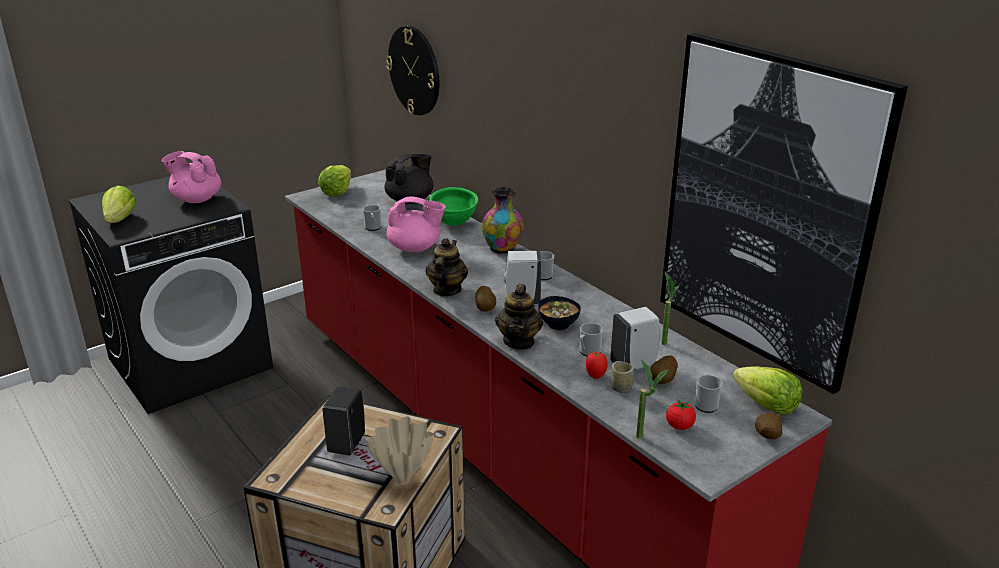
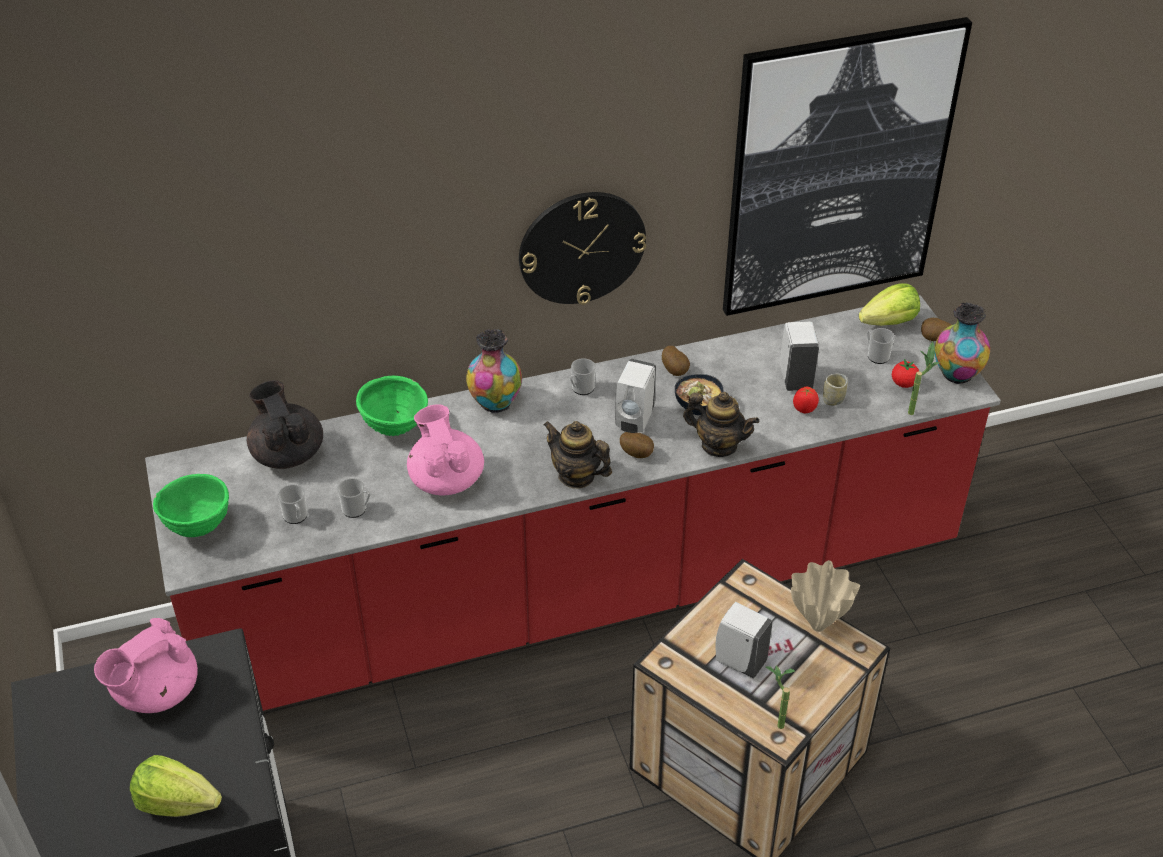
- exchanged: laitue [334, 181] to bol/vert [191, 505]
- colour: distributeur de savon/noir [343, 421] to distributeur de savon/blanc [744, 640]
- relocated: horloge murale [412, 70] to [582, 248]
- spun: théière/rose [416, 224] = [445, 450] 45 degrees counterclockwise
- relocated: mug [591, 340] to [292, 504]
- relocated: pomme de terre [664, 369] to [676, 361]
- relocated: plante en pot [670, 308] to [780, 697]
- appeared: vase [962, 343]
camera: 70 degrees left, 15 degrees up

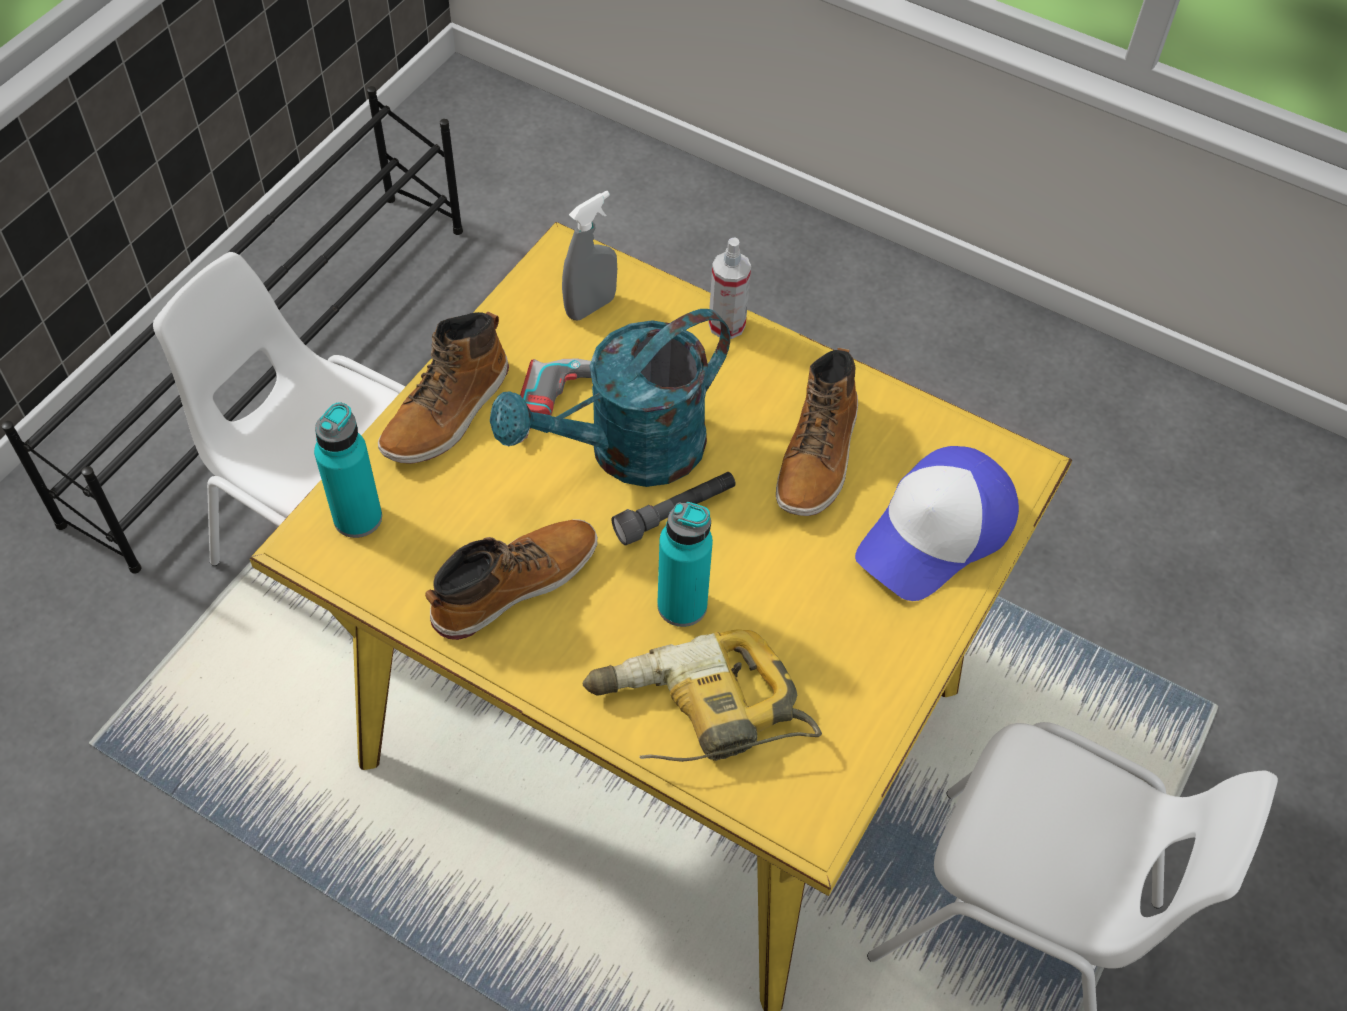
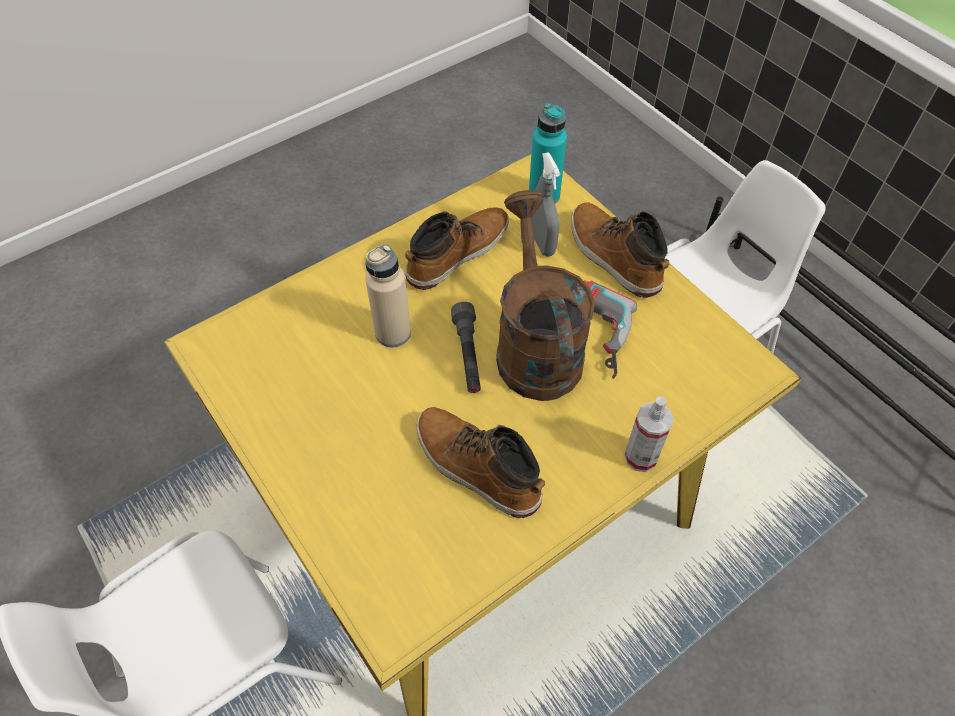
- spun: botte [511, 580] = [457, 249] 120 degrees counterclockwise
- colour: arrosoir/turquoise [610, 398] to arrosoir/marron [545, 295]
- relocated: vaporisateur/gris [589, 255] to [546, 204]
- missing: perceuse [702, 695]
- colour: bouteille/turquoise [685, 564] to bouteille/beige [388, 295]
- missing: casquette [937, 523]
camera: 115 degrees right, 0 degrees up

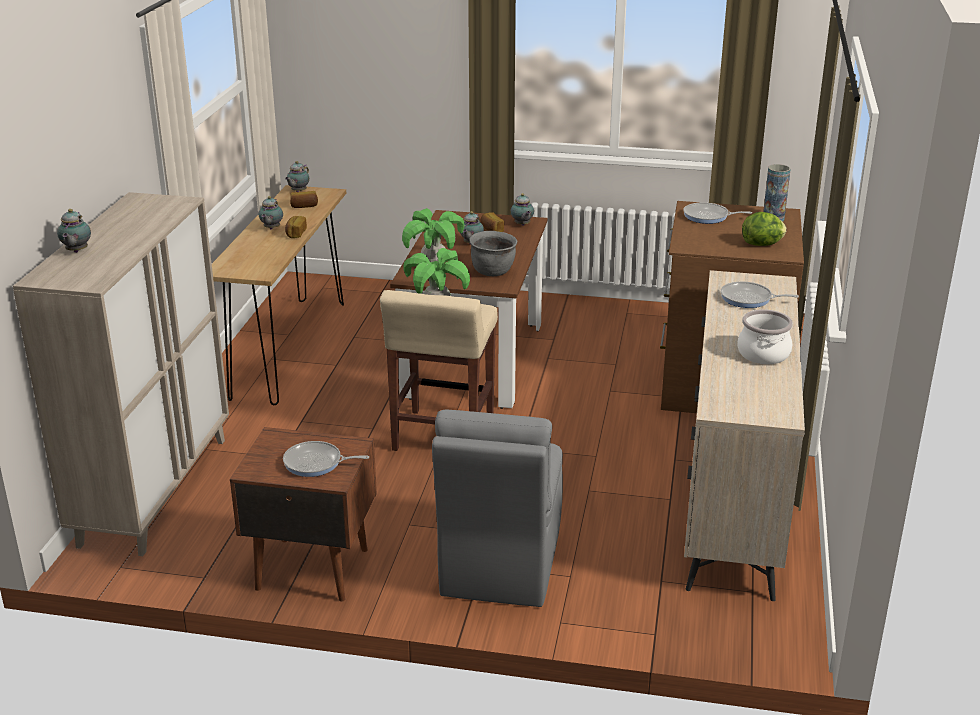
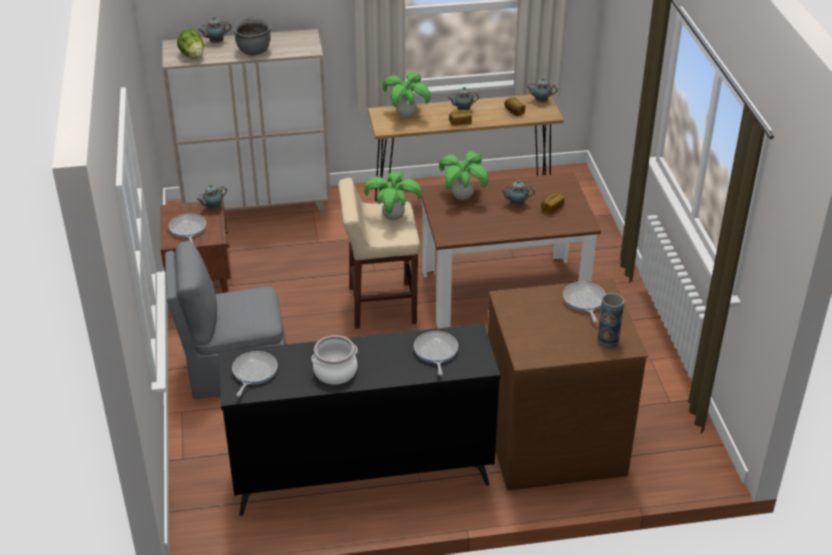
- relocated: marmite/gris [493, 253] to [252, 36]
- relocated: théière [522, 209] to [211, 197]
- colour: commode/beige [744, 435] to commode/noir [359, 420]
- relocated: laitue [764, 229] to [190, 44]
- appeared: poêle [255, 374]
- appeared: plante en pot [406, 95]
camera: 70 degrees right, 10 degrees up

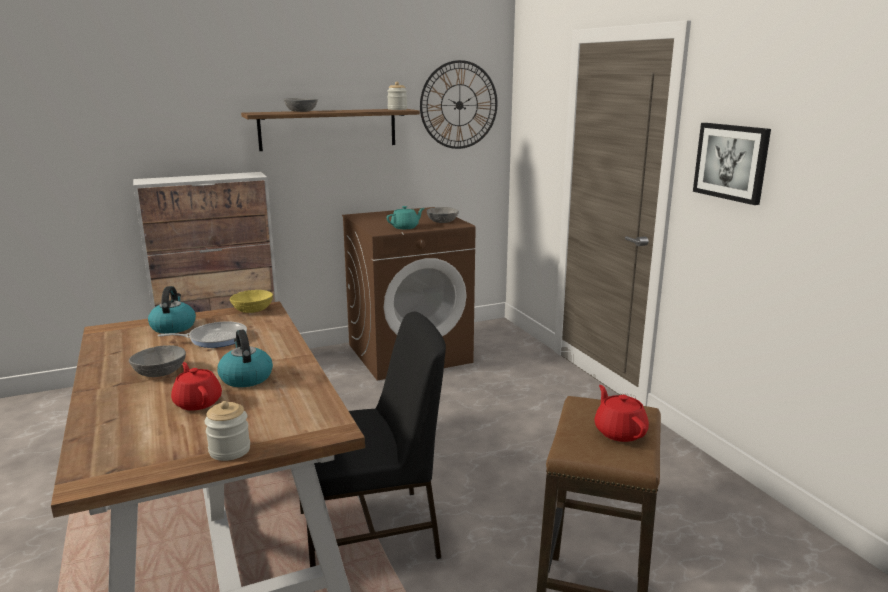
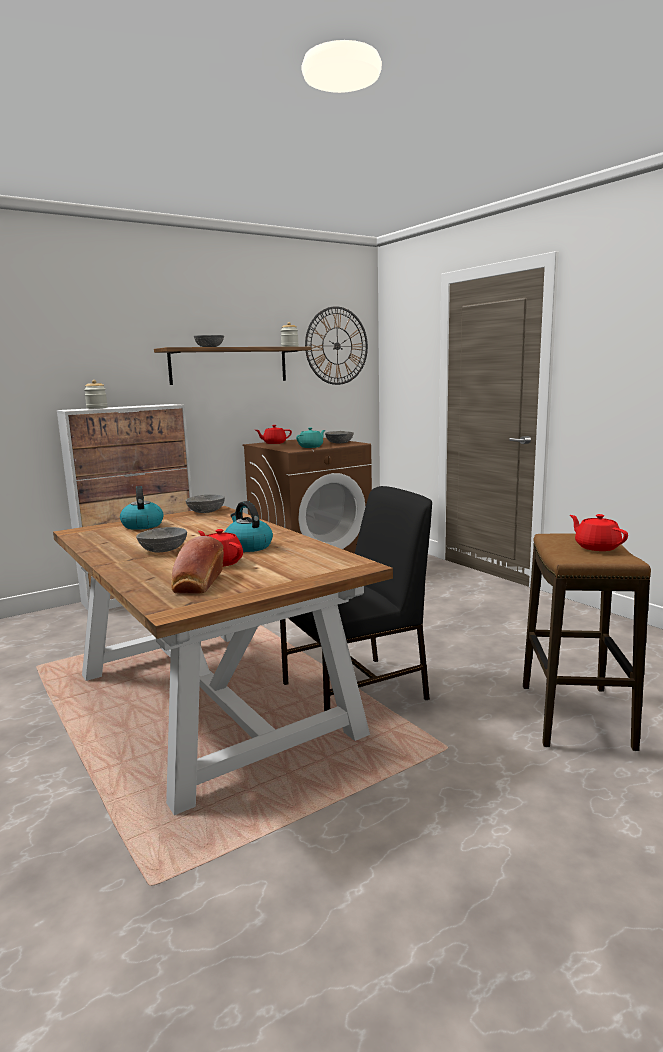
- missing: poêle [202, 334]
- relocated: bocal [227, 431] to [96, 394]
- colour: bol/jaune [251, 301] to bol/gris [205, 503]
- missing: tableau [732, 164]
- appeared: pain [197, 565]
- appeared: théière/rouge [274, 434]
camera: 10 degrees left, 5 degrees down

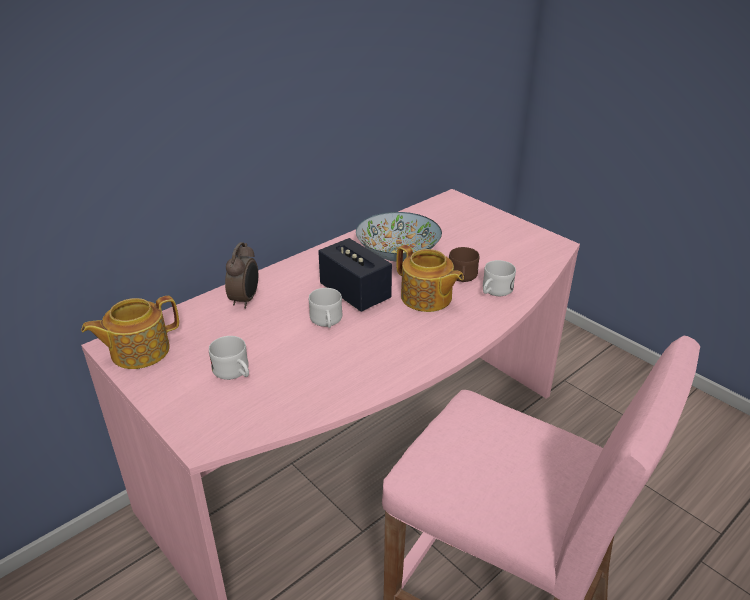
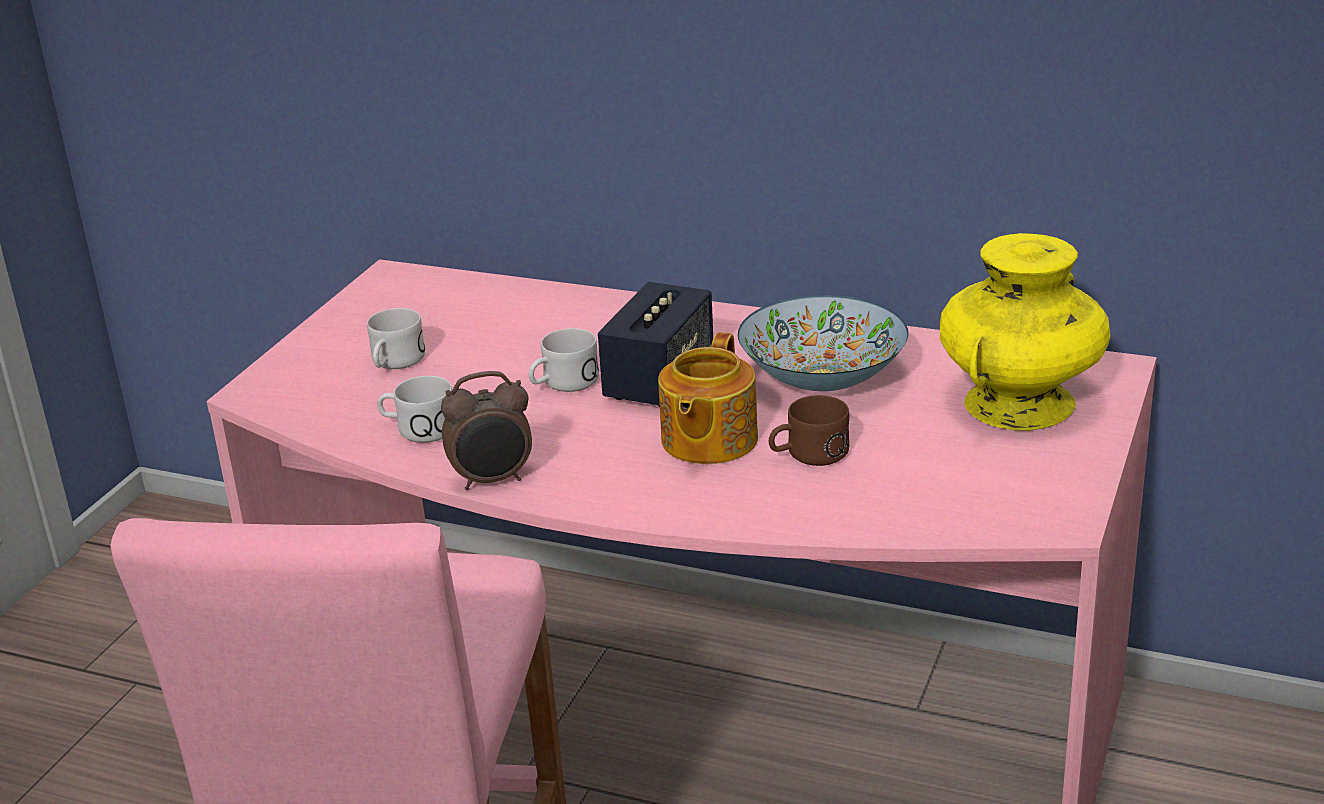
- missing: théière [130, 332]
- relocated: réveil [241, 275] to [486, 430]
- relocated: mug/blanc [499, 278] to [414, 409]
- appeared: vase/jaune [1025, 332]
camera: 65 degrees right, 5 degrees down

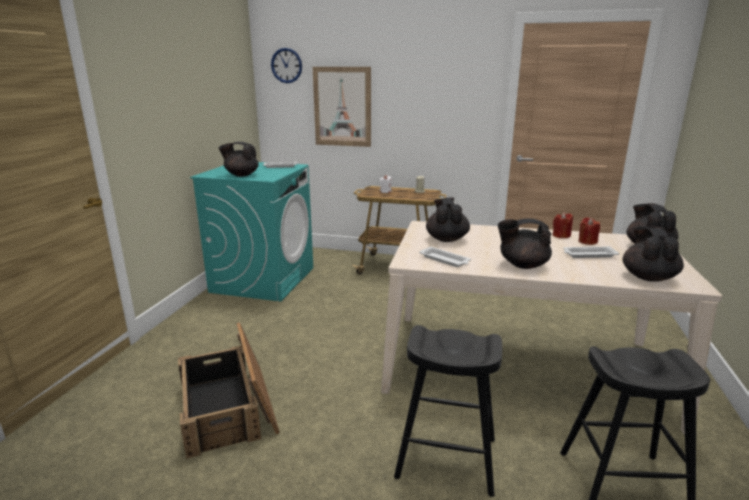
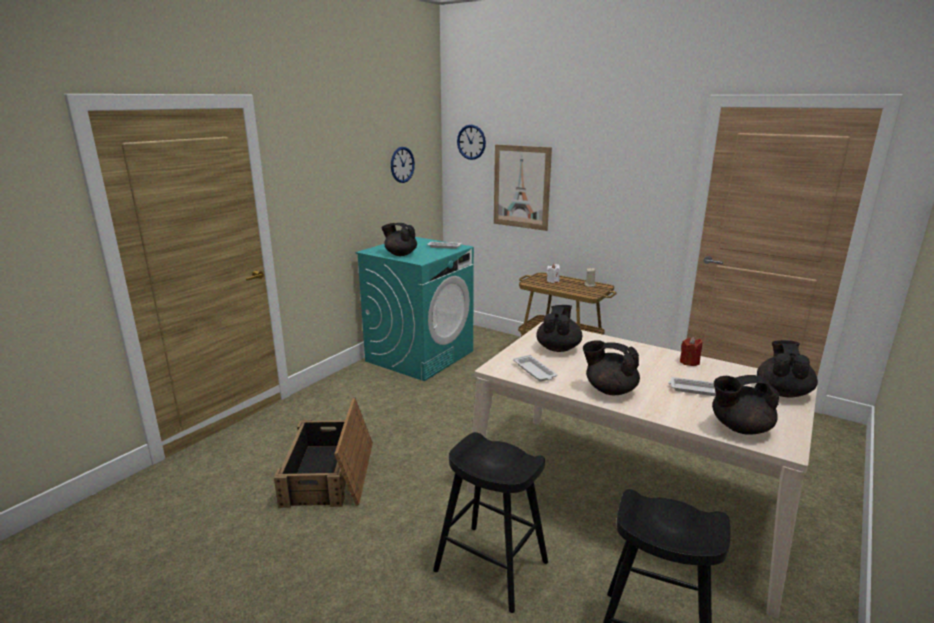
- missing: bougie/rouge [589, 231]
- spun: théière/noir [653, 254] = [745, 405] 120 degrees counterclockwise
- appeared: horloge murale [403, 165]
camera: 20 degrees right, 0 degrees up

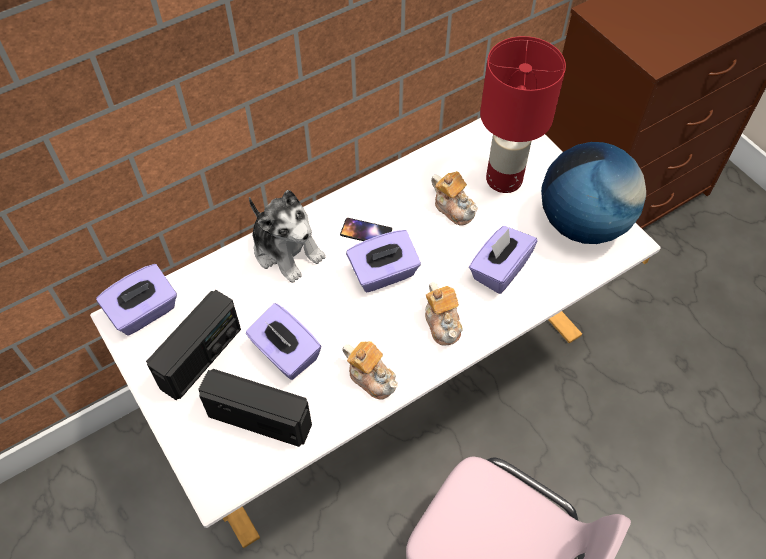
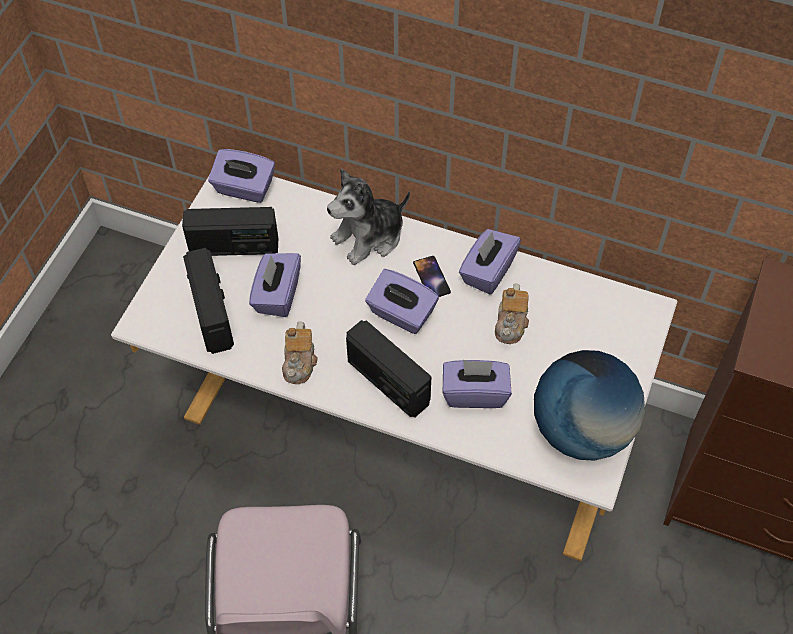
- spun: peluche [287, 236] = [368, 217] 45 degrees clockwise
- exchanged: théière [443, 313] to radio [388, 369]
- missing: lampe de table/rouge [523, 114]
- appeared: boîte à mouchoirs/violet [490, 261]
camera: 55 degrees right, 0 degrees up

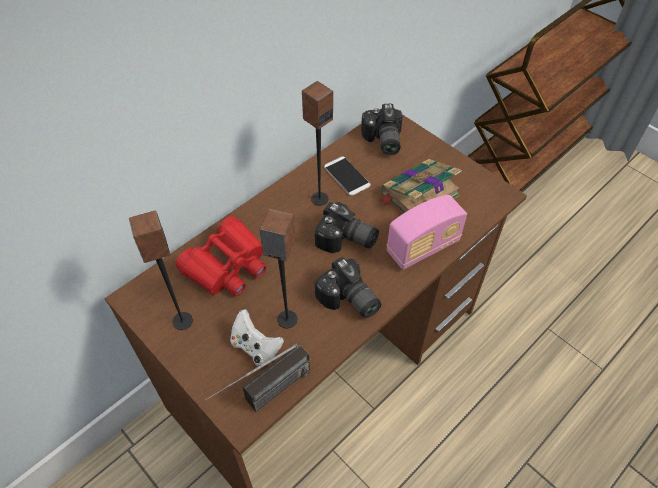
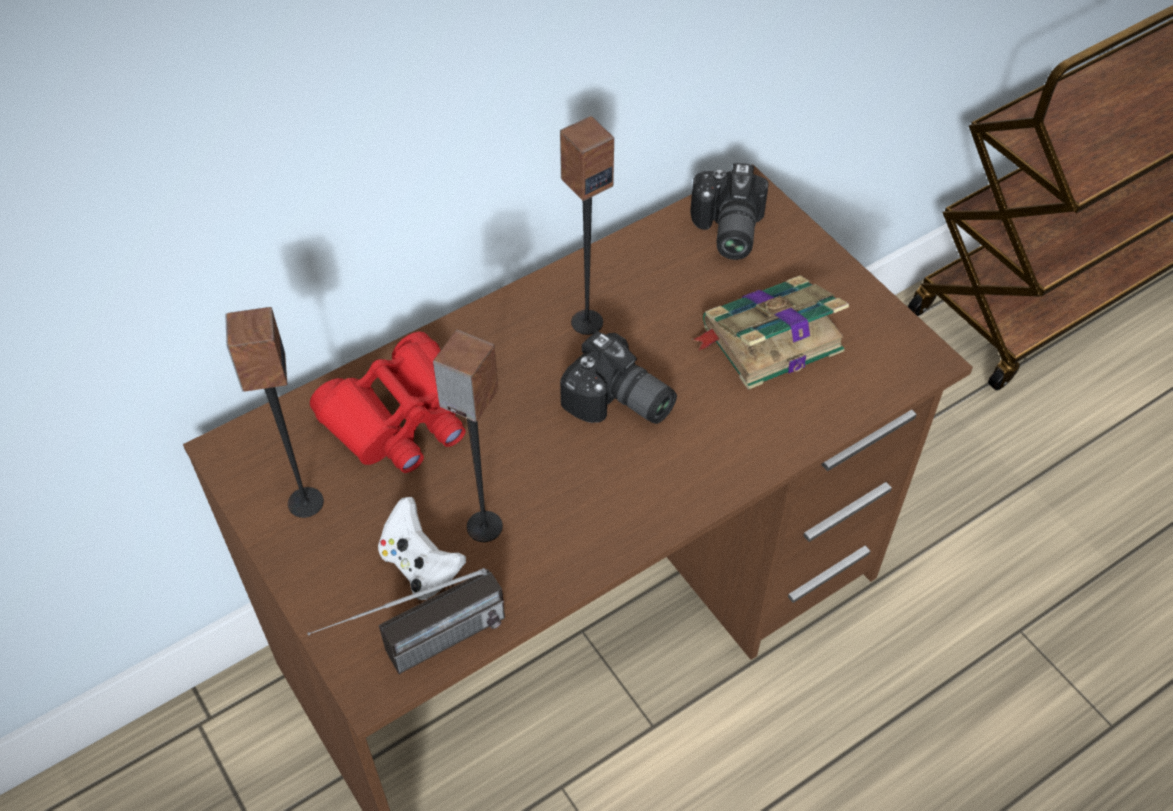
- missing: appareil photo [348, 287]
- missing: téléphone [347, 176]
- missing: radio [427, 232]
camera: 10 degrees right, 0 degrees up

